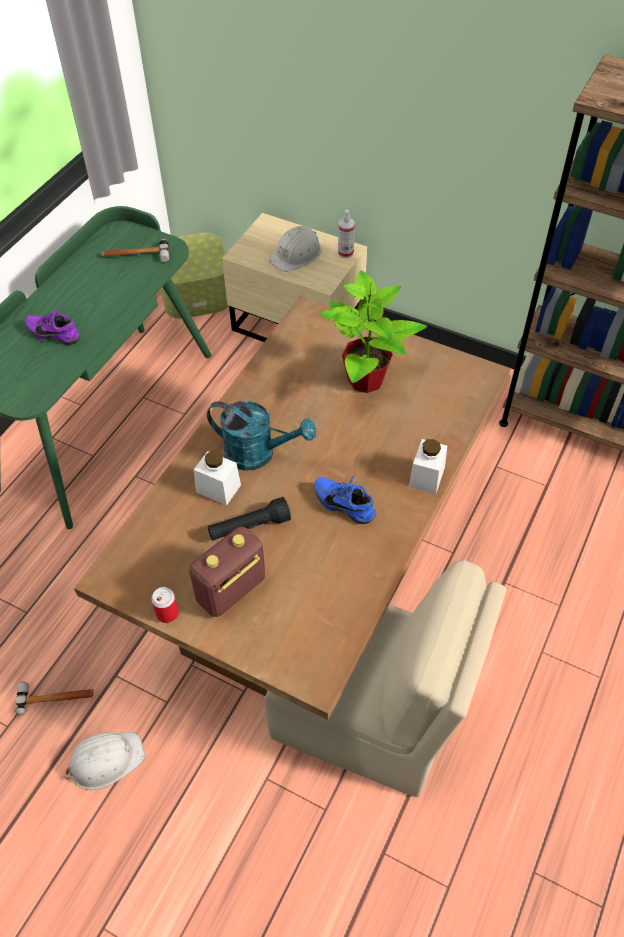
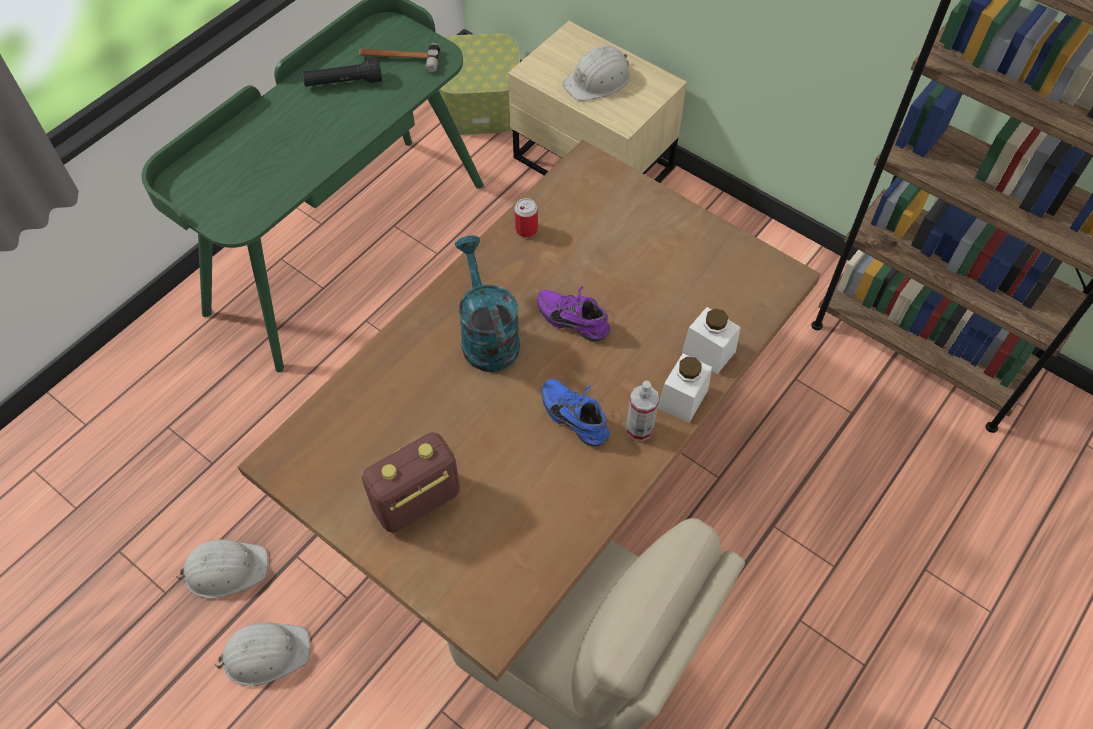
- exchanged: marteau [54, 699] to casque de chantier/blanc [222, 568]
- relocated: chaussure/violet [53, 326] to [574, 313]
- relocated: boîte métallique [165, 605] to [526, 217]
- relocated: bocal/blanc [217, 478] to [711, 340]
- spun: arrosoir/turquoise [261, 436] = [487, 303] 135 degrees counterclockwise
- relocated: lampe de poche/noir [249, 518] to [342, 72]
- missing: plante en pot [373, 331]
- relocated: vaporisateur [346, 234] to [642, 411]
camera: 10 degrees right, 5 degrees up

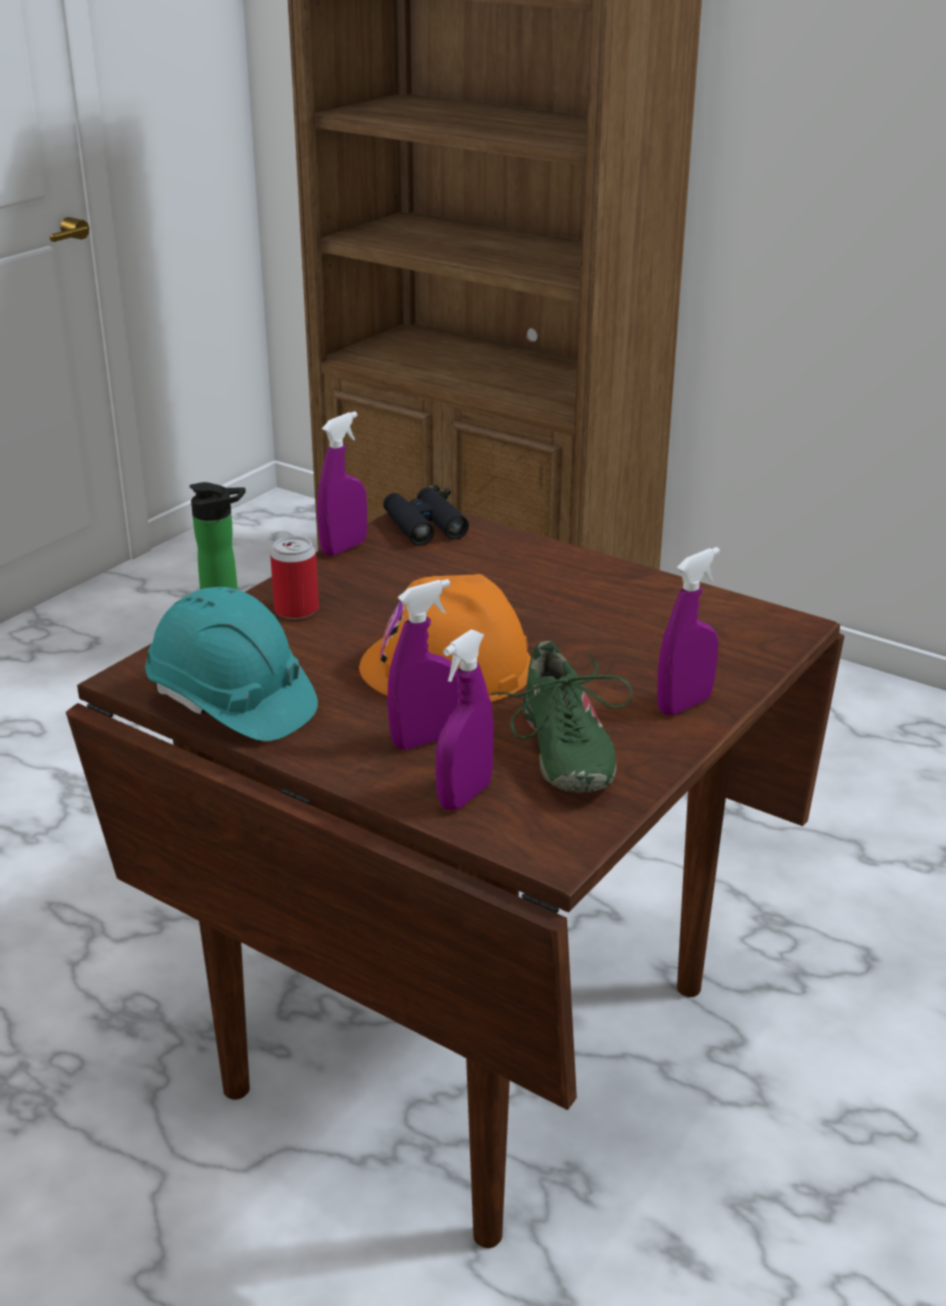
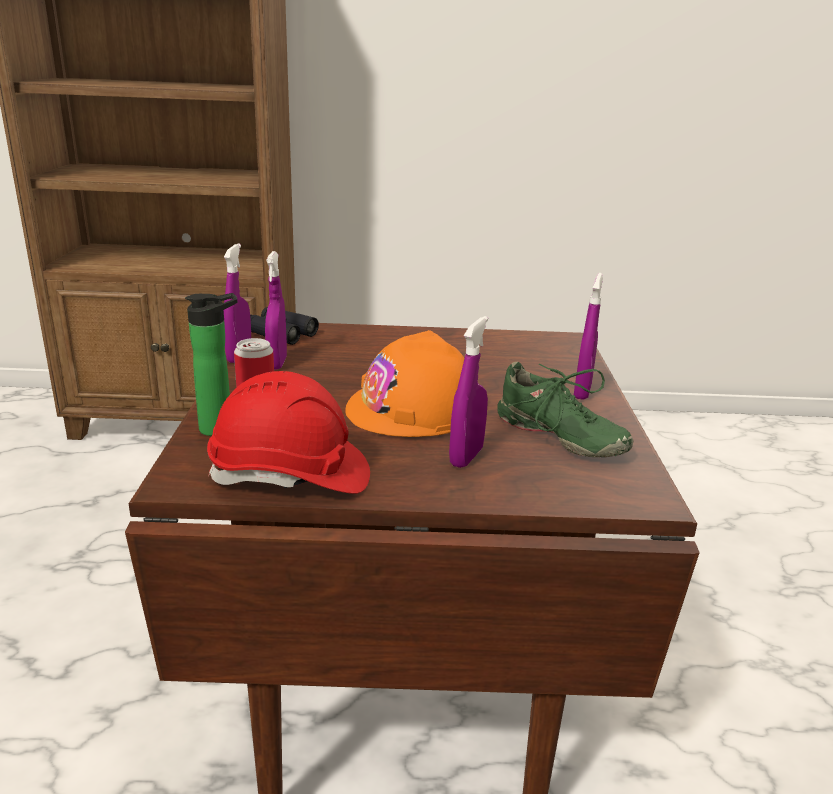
- colour: casque de chantier/turquoise [231, 664] to casque de chantier/rouge [288, 432]
- relocated: vaporisateur/violet [464, 720] to [276, 310]
camera: 35 degrees left, 5 degrees down

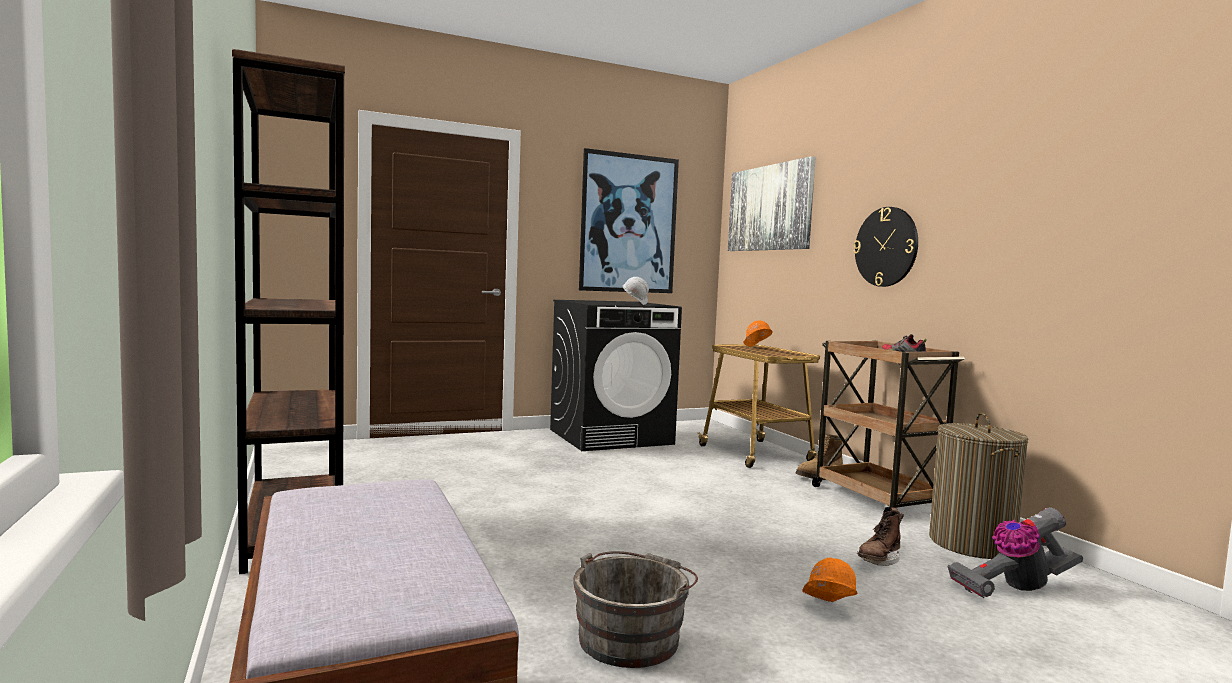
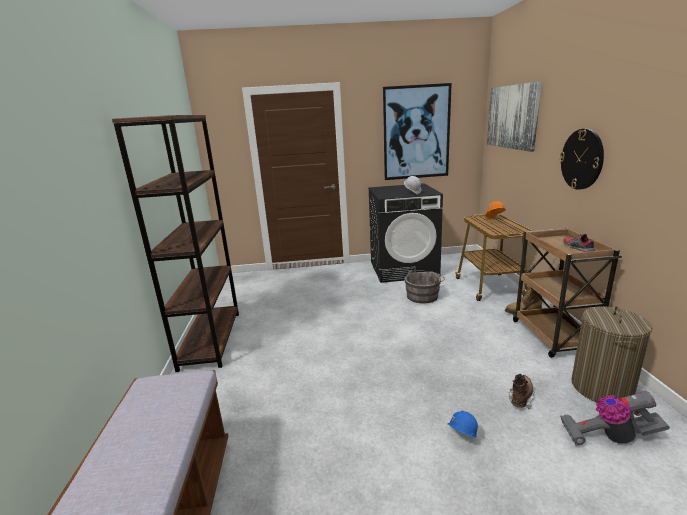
- relocated: seau/gris [635, 609] to [424, 286]
- colour: casque de chantier/orange [830, 580] to casque de chantier/bleu [463, 424]
- spun: botte/marron [880, 537] = [522, 391] 150 degrees clockwise
camera: 20 degrees right, 15 degrees up

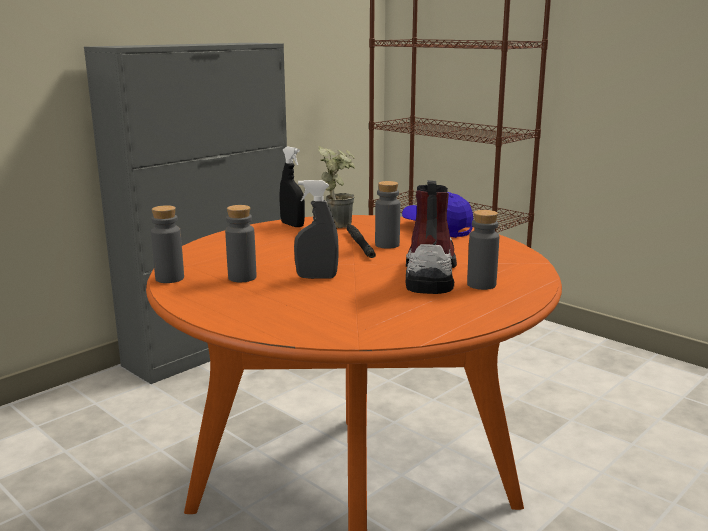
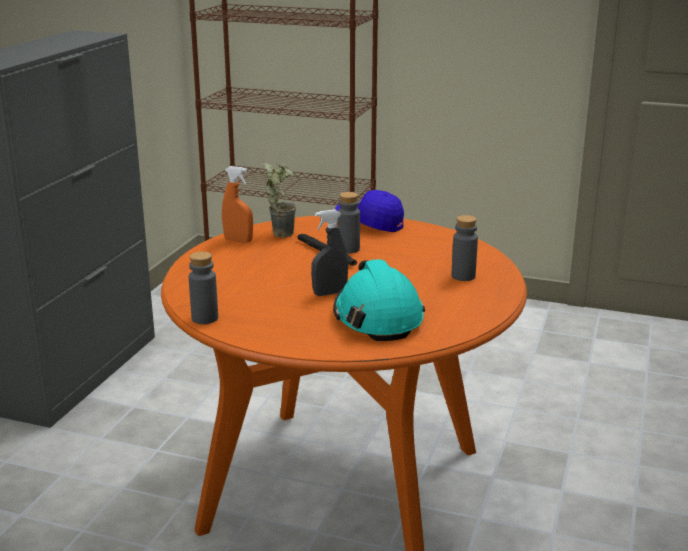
- missing: bouteille/gris [240, 243]
- colour: vaporisateur/noir [292, 187] to vaporisateur/orange [237, 204]
- missing: botte [431, 237]
- appeared: casque de chantier/turquoise [379, 300]
camera: 25 degrees left, 5 degrees up

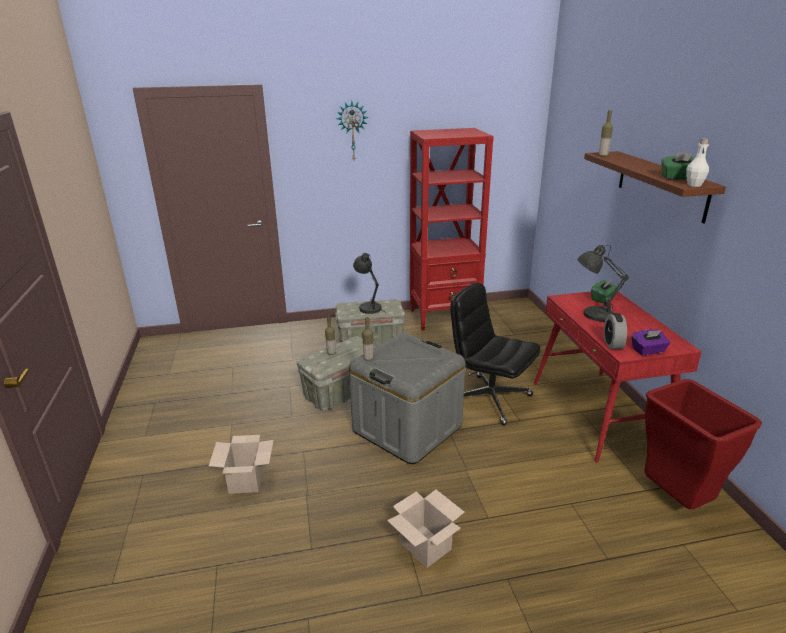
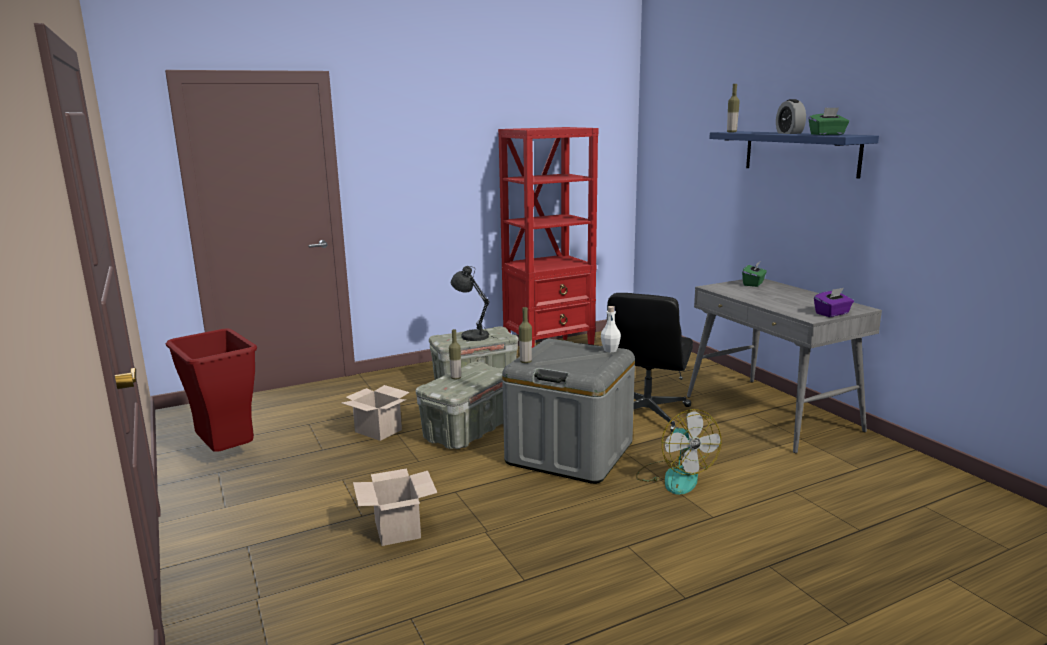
- missing: horloge murale [352, 130]
- relocated: carton [425, 529] to [376, 413]
- spun: chaise de bureau/noir [495, 354] = [650, 362] 90 degrees counterclockwise
- colour: bureau/rouge [618, 377] to bureau/gris [784, 366]
- missing: lampe de table/gris [603, 283]
- colour: étagère/marron [655, 187] to étagère/bleu [794, 154]
- relocated: réveil [615, 331] to [791, 116]
- relocated: poubelle/rouge [703, 444] to [211, 390]
- relocated: bouteille/blanc [697, 162] to [611, 329]
- appeared: ventilateur [678, 452]
camera: 15 degrees left, 10 degrees down

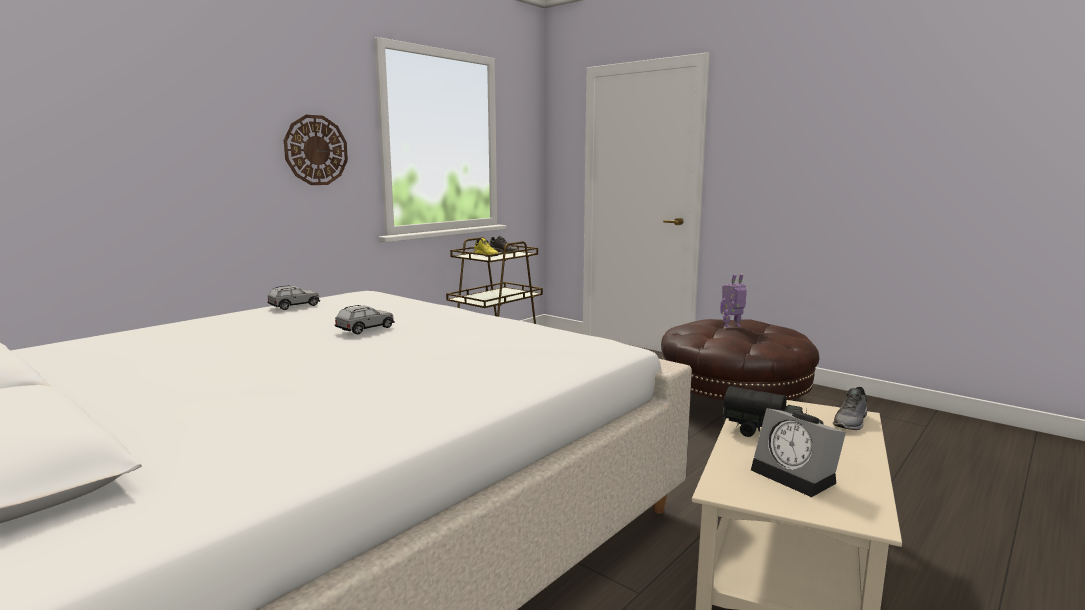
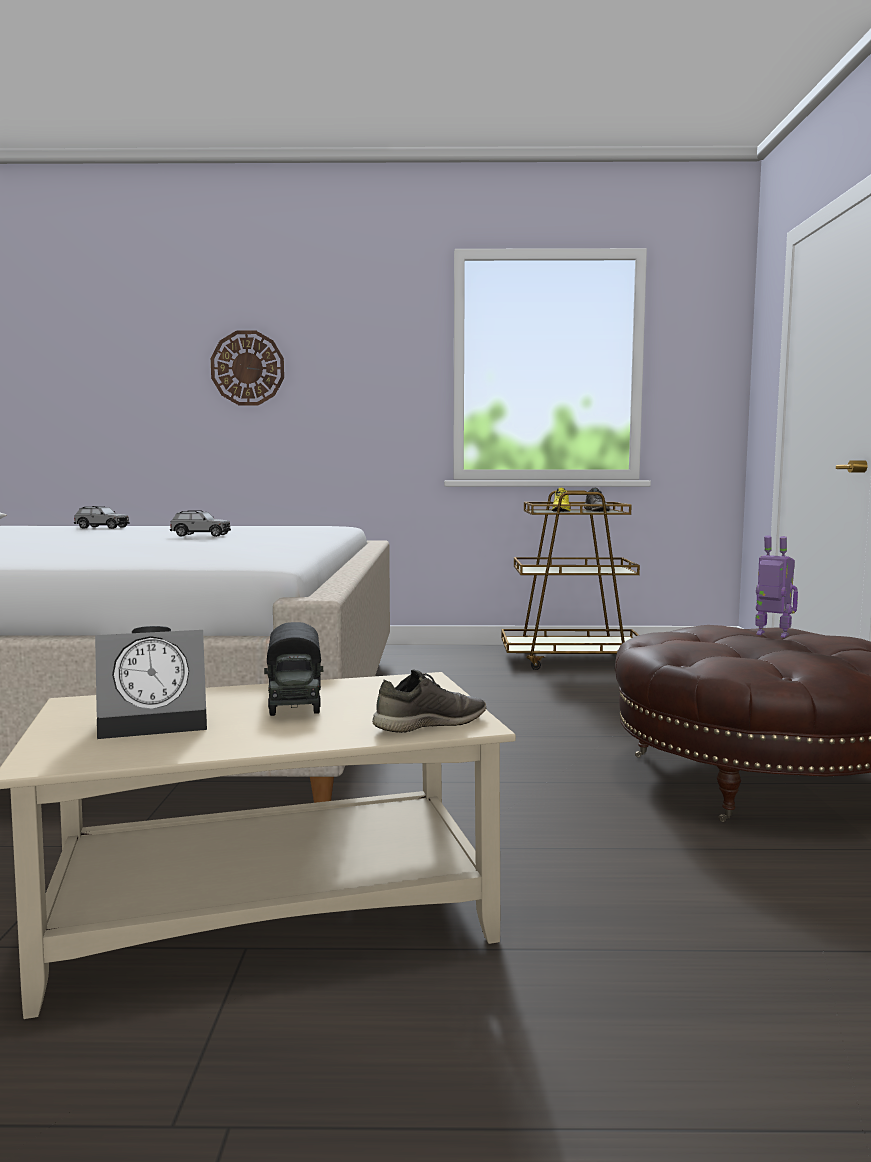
- relocated: petite voiture/gris [293, 297] to [102, 517]
- relocated: horloge murale [316, 150] to [247, 368]
- spun: réveil [798, 452] = [151, 682] 120 degrees counterclockwise
- spun: chaussure/gris [850, 408] = [429, 701] 150 degrees clockwise
camera: 50 degrees right, 5 degrees down

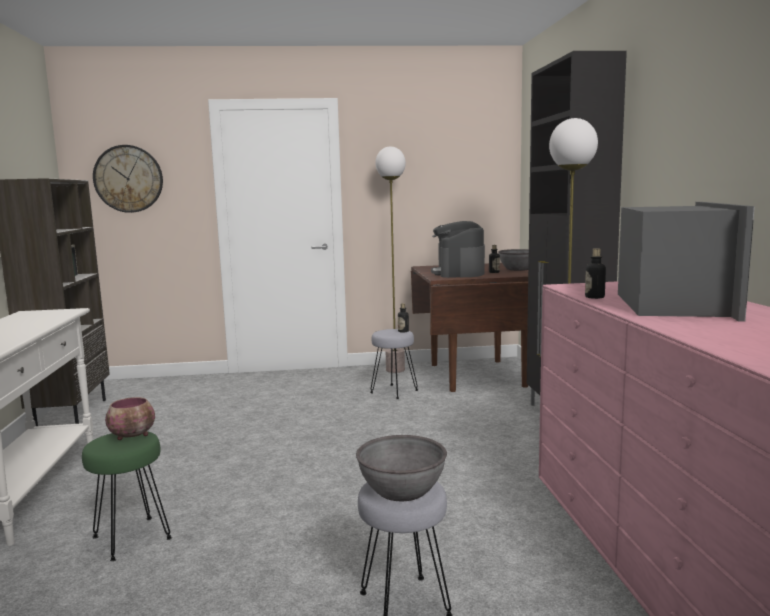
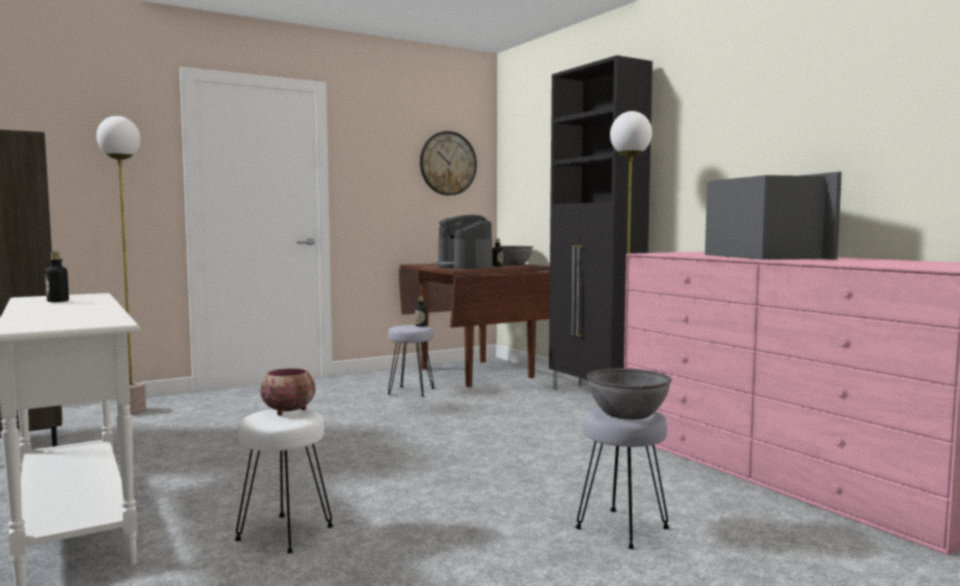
- colour: tabouret/vert [127, 496] to tabouret/blanc [284, 481]
- relocated: horloge murale [128, 179] to [448, 163]
- relocated: lampadaire [390, 259] to [121, 265]
- relocated: bouteille [595, 273] to [57, 277]
camera: 25 degrees left, 5 degrees down

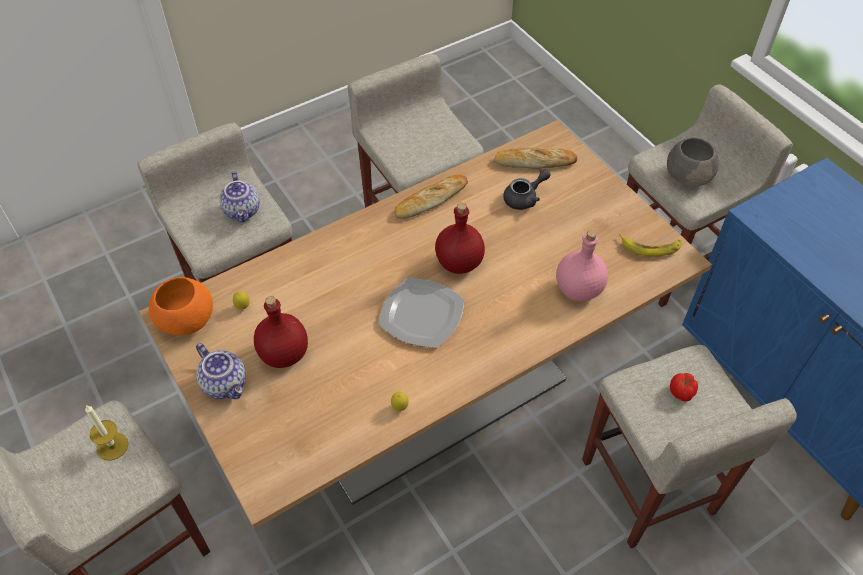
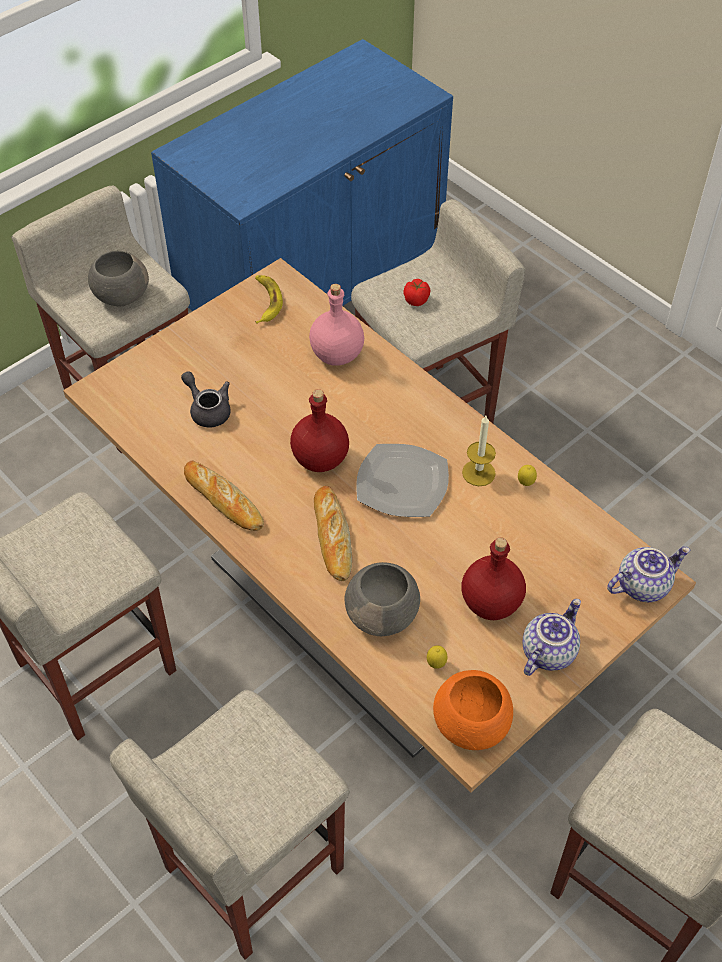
- relocated: bougie [106, 433] to [479, 451]
- relocated: théière [240, 197] to [648, 574]
- relocated: pain [535, 158] to [333, 533]
- appeared: bol/gris [382, 599]
camera: 100 degrees left, 0 degrees up

